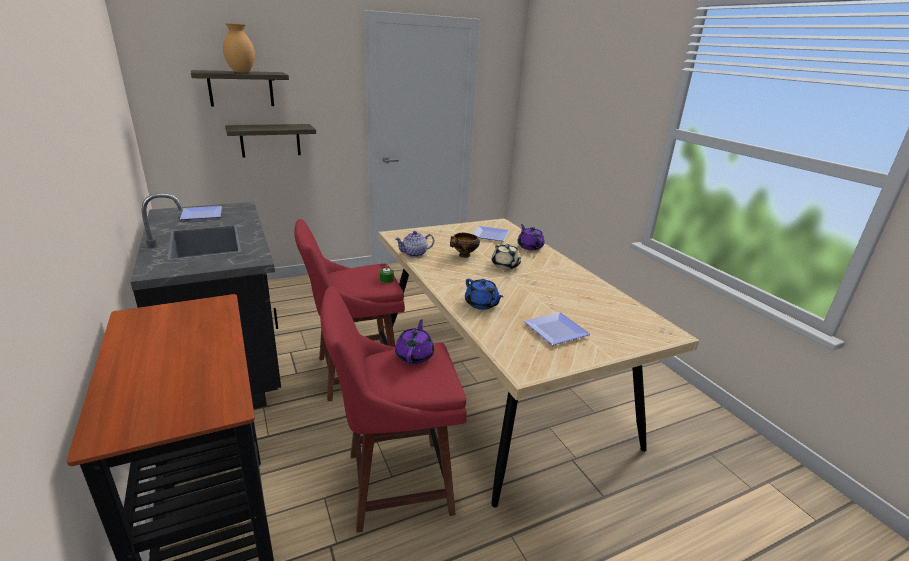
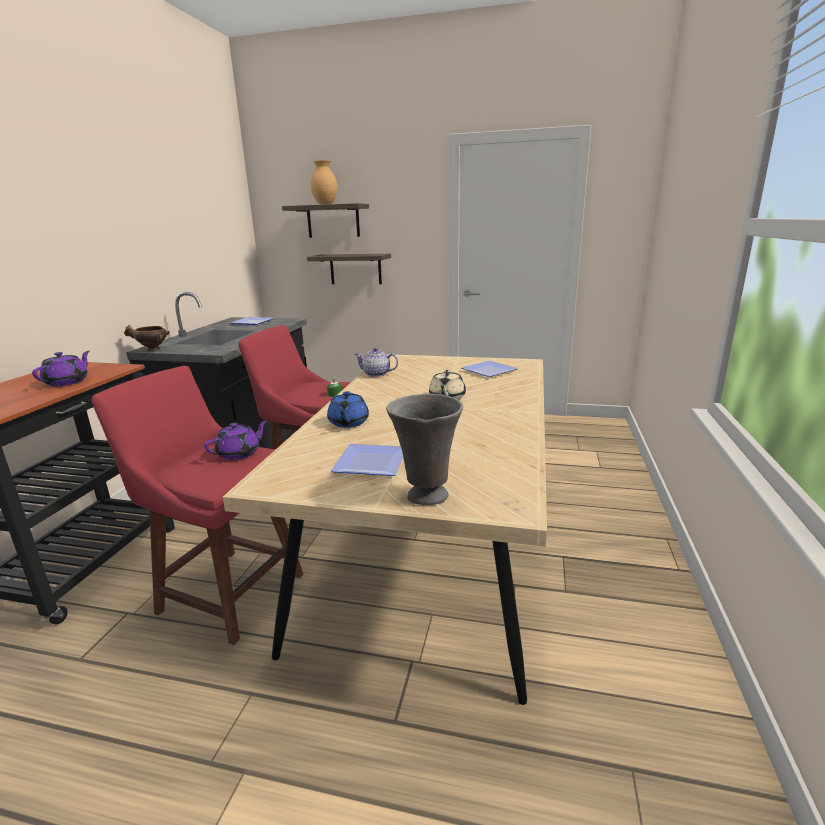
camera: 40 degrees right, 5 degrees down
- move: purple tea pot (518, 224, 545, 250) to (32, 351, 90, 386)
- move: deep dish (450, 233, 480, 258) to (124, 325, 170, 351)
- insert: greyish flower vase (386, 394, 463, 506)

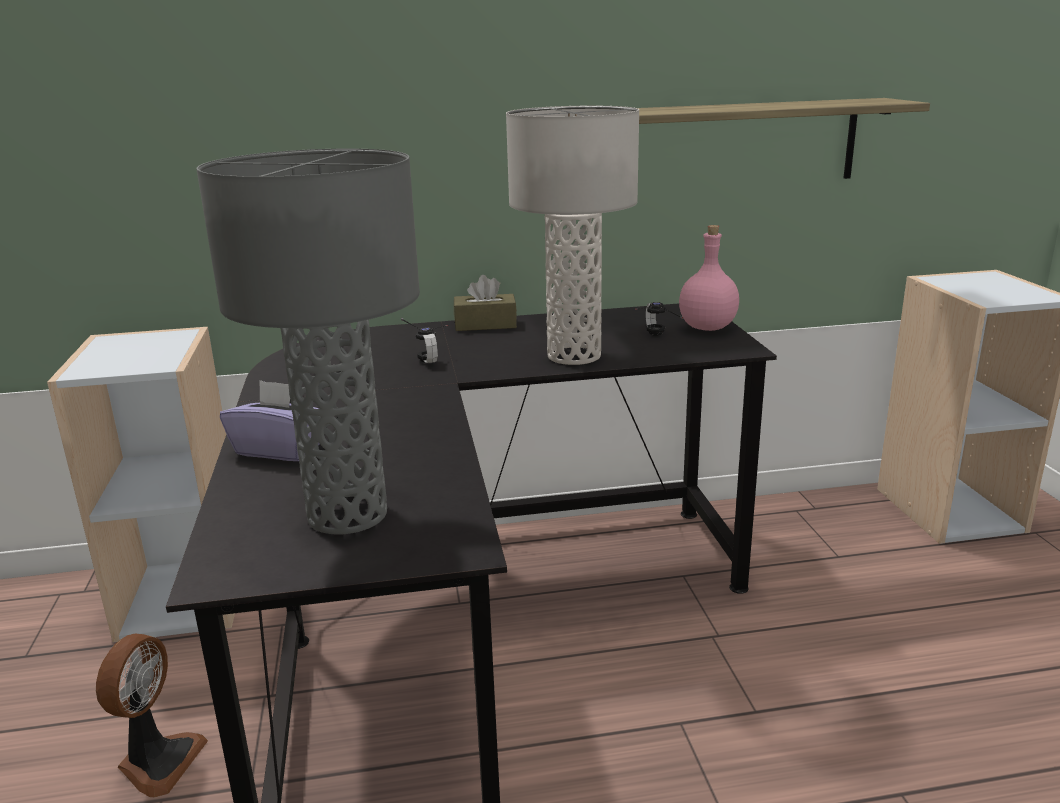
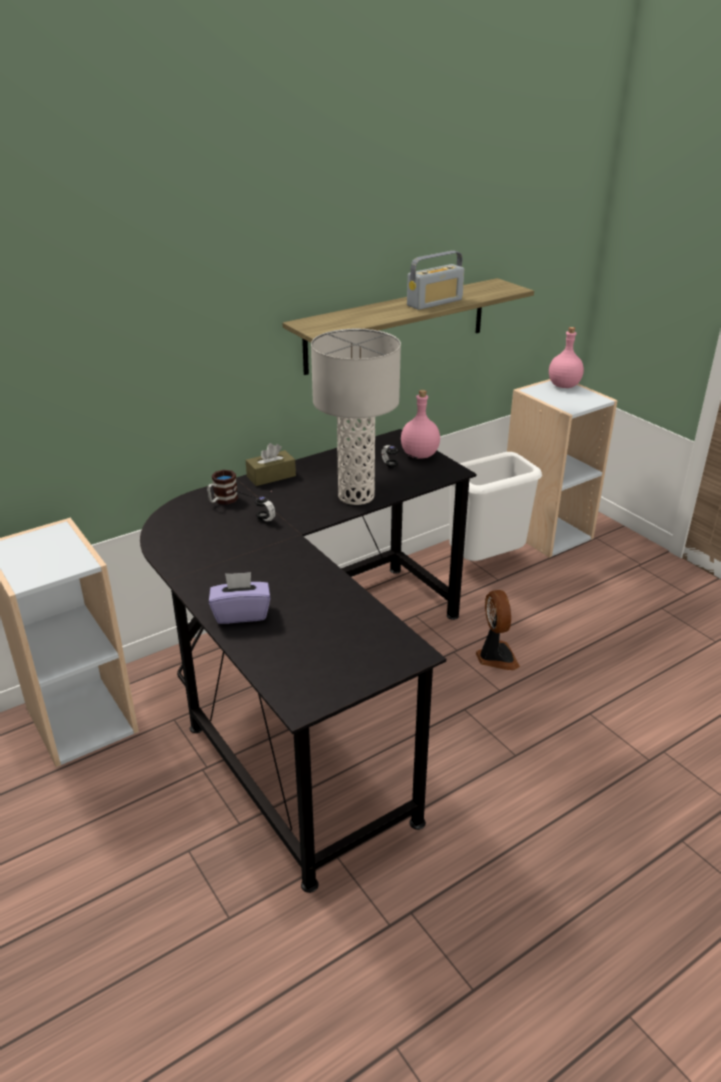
camera: 25 degrees left, 10 degrees up
- delete: greyish lamp for a table (197, 149, 420, 534)
- move: fan (96, 634, 208, 797) to (476, 590, 520, 670)
- insert: radio set (407, 251, 464, 310)
- insert: pink beverage bottle (549, 327, 584, 388)
- insert: white-coloured rubbish bin (450, 452, 542, 561)
- insert: mug (207, 470, 238, 505)

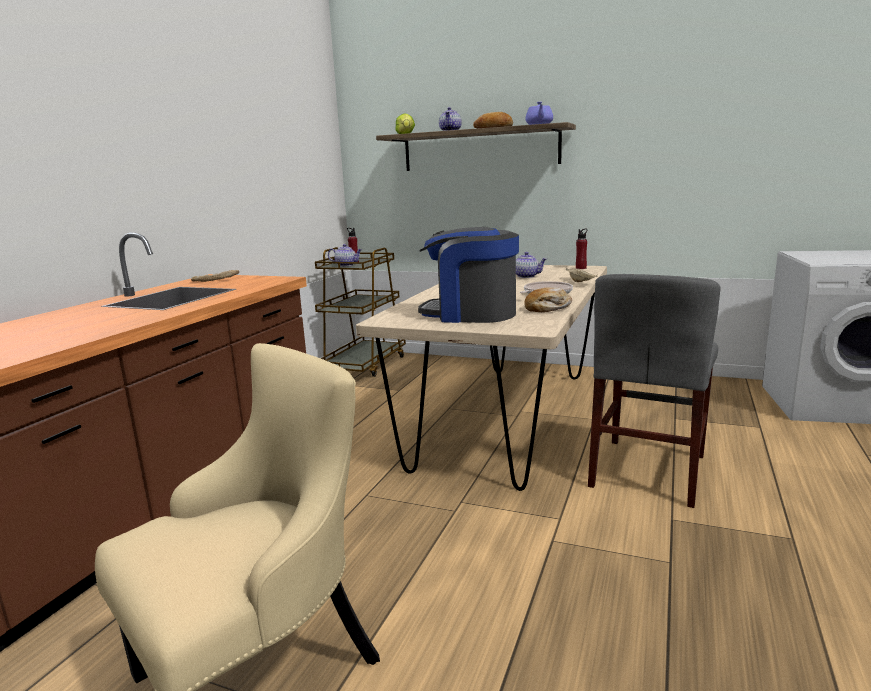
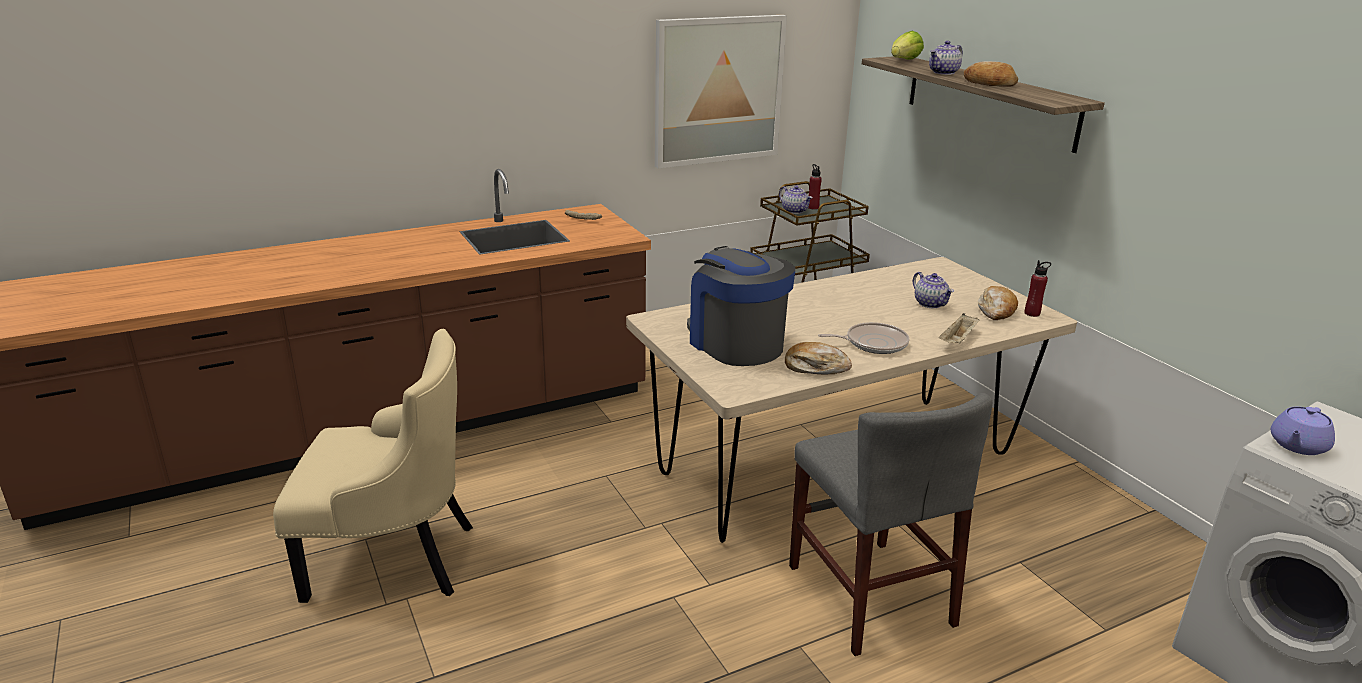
camera: 40 degrees right, 10 degrees up
- move: purple tea pot (525, 102, 553, 125) to (1271, 407, 1335, 455)
- rotate: greyish plain chair (588, 274, 721, 508) = (789, 393, 992, 656) 90 degrees counterclockwise
- insert: wall art (655, 15, 787, 169)
- insert: baked bread (978, 286, 1018, 320)

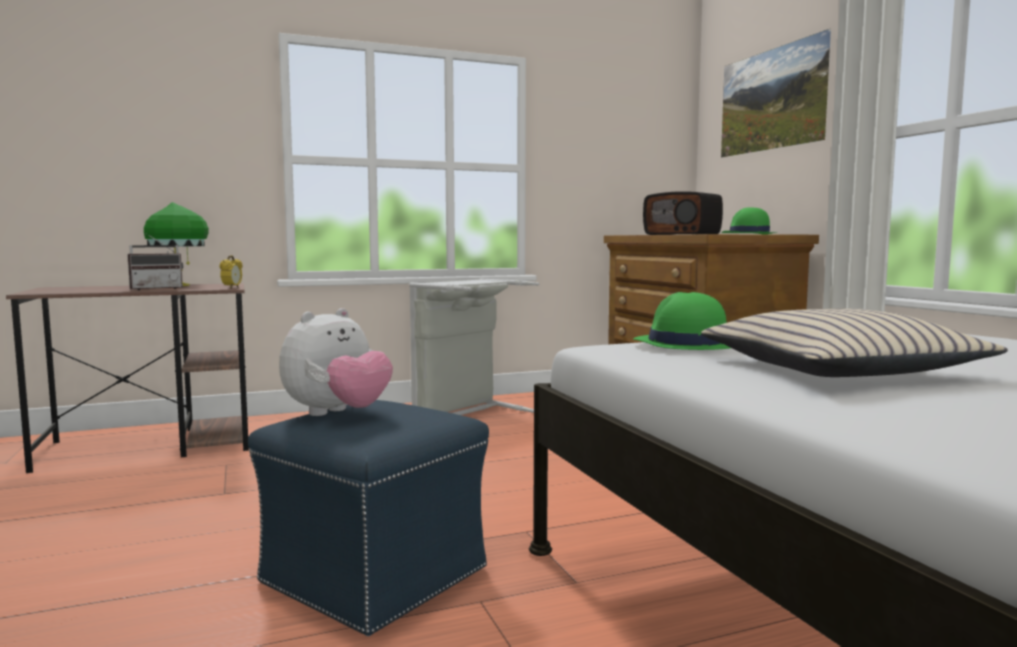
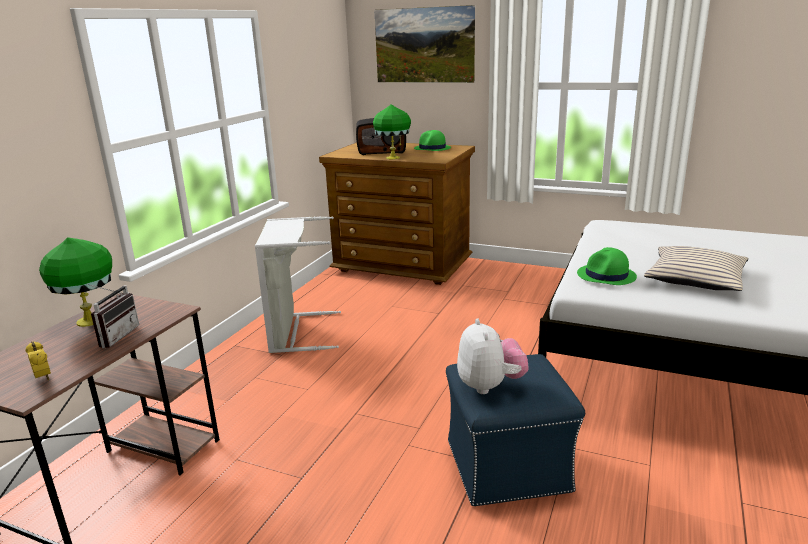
camera: 45 degrees left, 15 degrees up
- move: alarm clock (220, 255, 243, 289) to (26, 342, 51, 380)
- insert: greenish lamp for a table (373, 105, 411, 160)

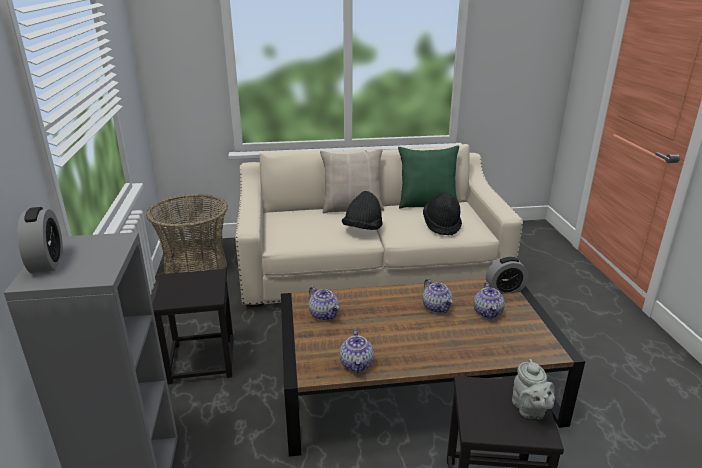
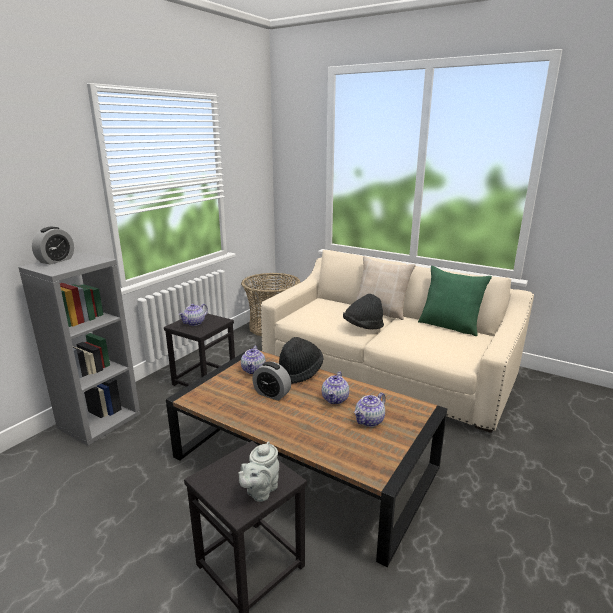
camera: 40 degrees right, 5 degrees down
- move: black wearable hat (423, 192, 462, 235) to (279, 337, 324, 384)
- move: alarm clock (486, 257, 528, 294) to (252, 362, 291, 401)
- move: tea pot (340, 329, 374, 373) to (179, 304, 208, 326)

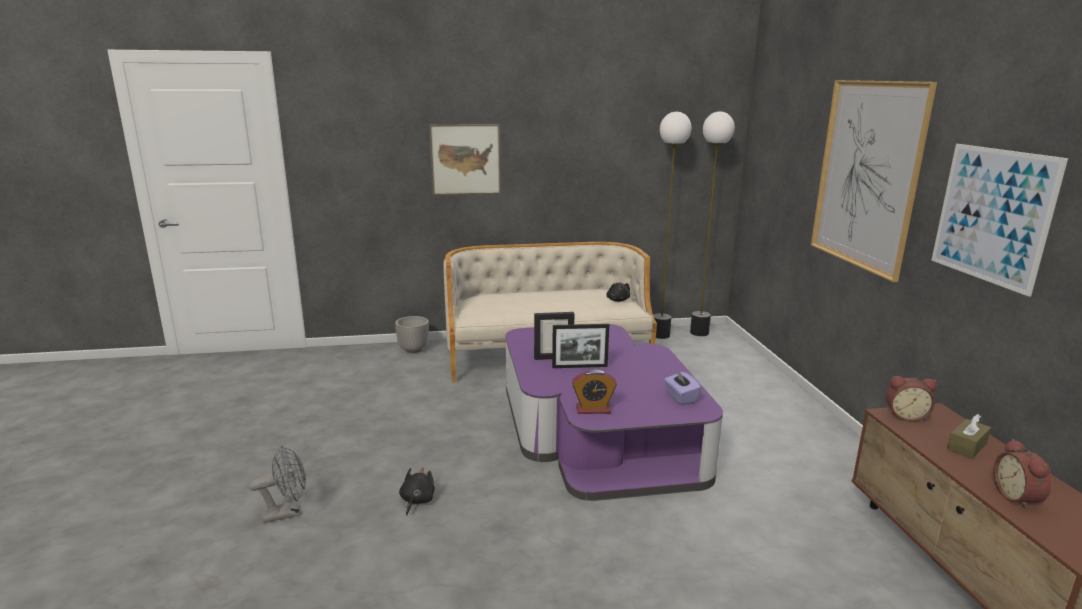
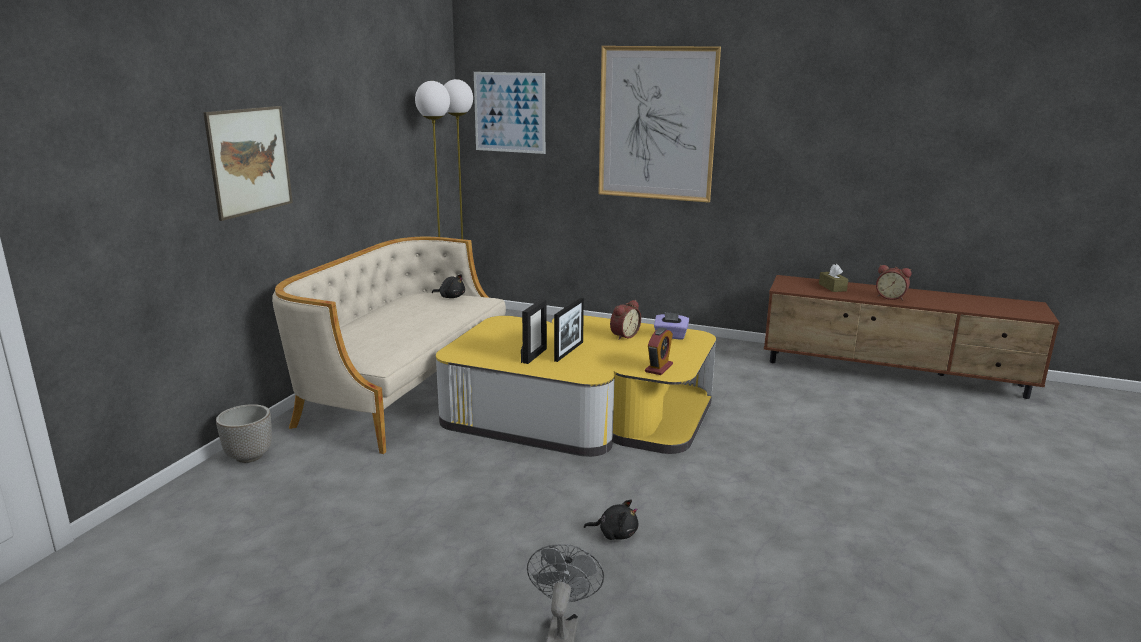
camera: 60 degrees left, 0 degrees up
- move: wall art (932, 144, 1068, 296) to (474, 72, 545, 154)
- recolor: purple coffee table (505, 324, 723, 501) to yellow coffee table (436, 315, 716, 457)
- move: alarm clock (886, 376, 937, 422) to (610, 300, 641, 340)
- rotate: black soft toy (399, 467, 435, 516) = (584, 499, 639, 540) 150 degrees clockwise

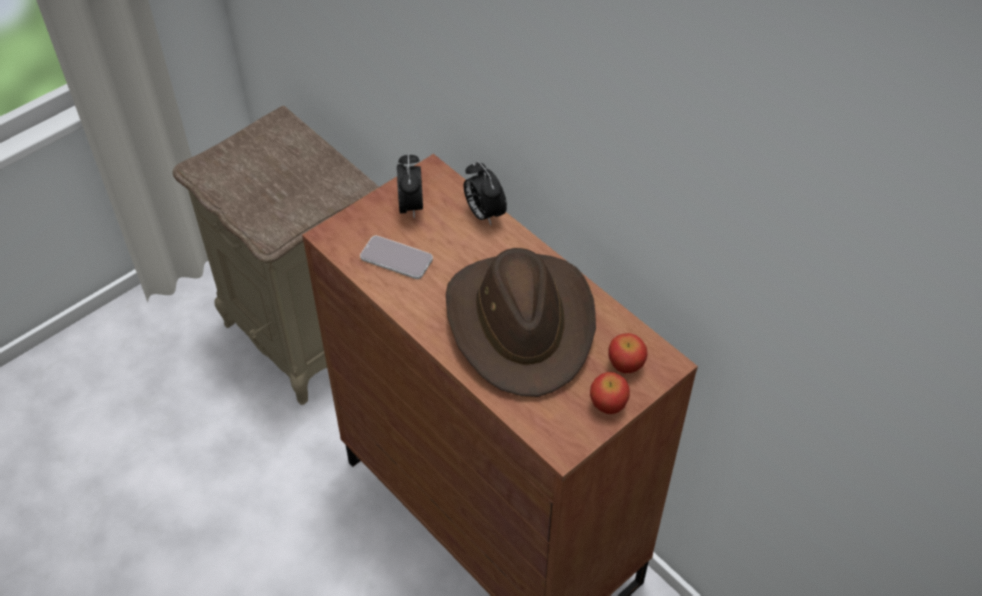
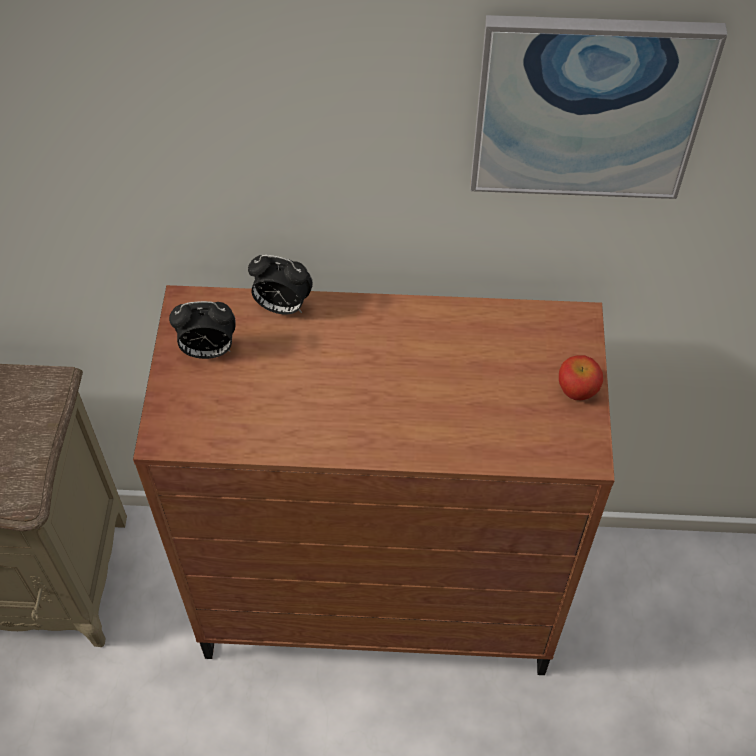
camera: 45 degrees left, 5 degrees up
- rotate: alarm clock (397, 153, 423, 219) = (169, 301, 235, 359) 135 degrees clockwise
- delete: telephone (360, 236, 433, 279)
- delete: brown-coloured wearable hat (446, 248, 596, 397)
- delete: apple (608, 333, 648, 373)
- insert: wall art (471, 15, 727, 199)

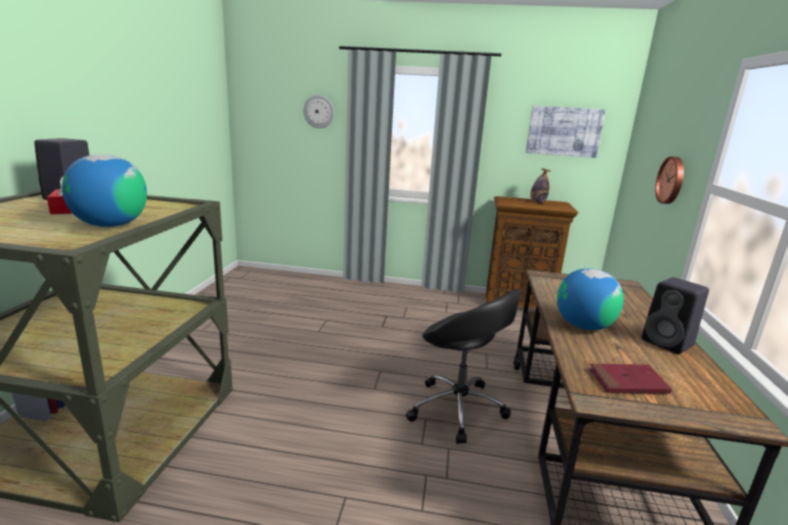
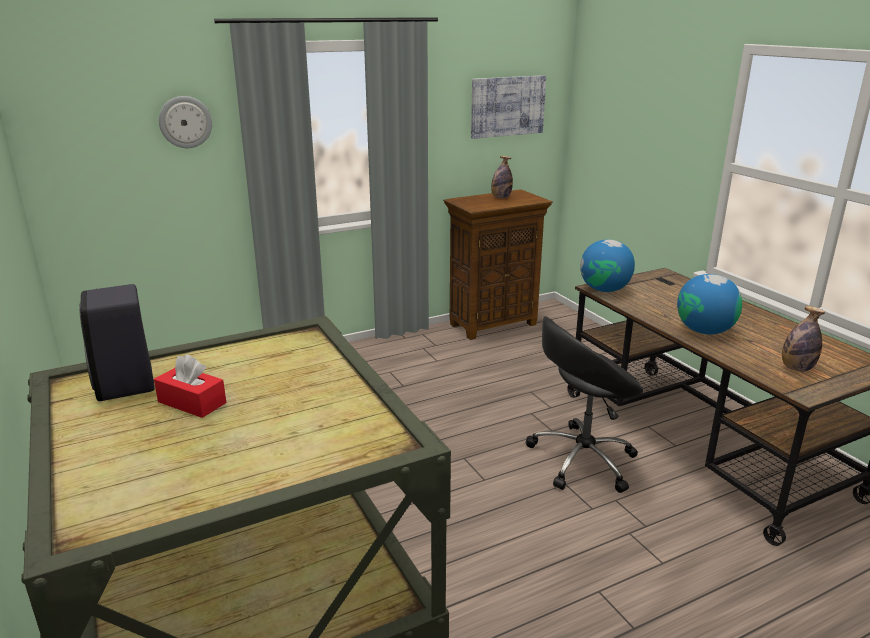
camera: 35 degrees left, 5 degrees up
- move: desk globe (62, 154, 147, 227) to (580, 239, 635, 292)
- delete: hanging clock (655, 156, 684, 204)
- delete: black audio speaker (642, 277, 709, 354)
- rotate: black office chair (406, 289, 520, 444) = (526, 316, 643, 493) 150 degrees clockwise
- replace: reddish volume (589, 364, 672, 394) to beverage bottle (782, 306, 825, 372)

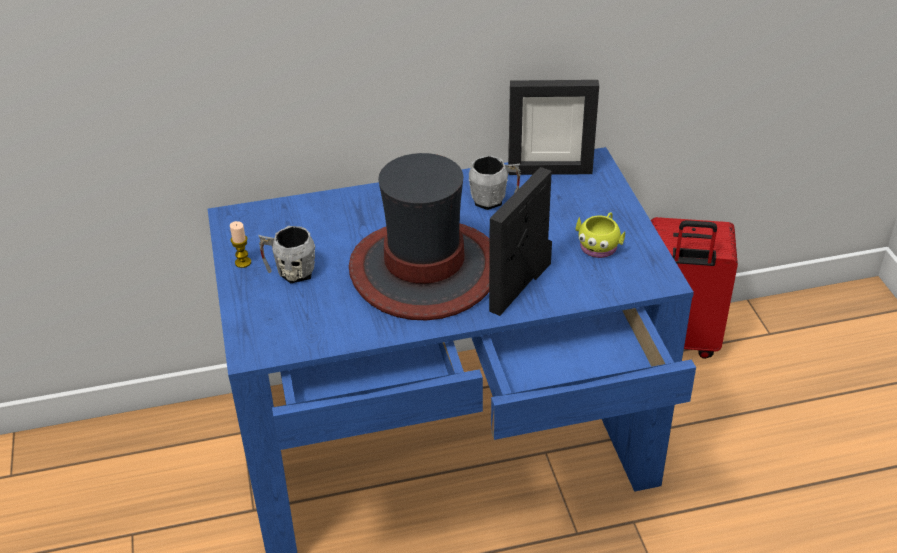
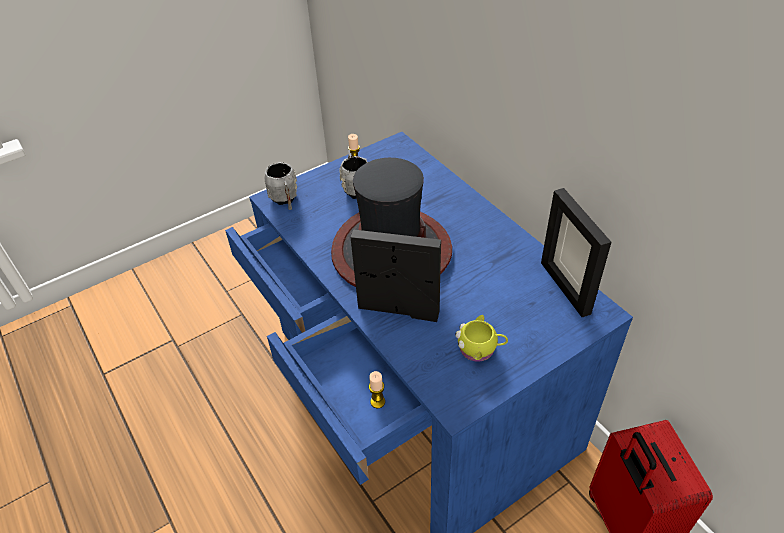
camera: 70 degrees right, 5 degrees up
- move: greyish mug (469, 156, 521, 210) to (265, 162, 298, 210)
- insert: wax candle (369, 371, 385, 408)

